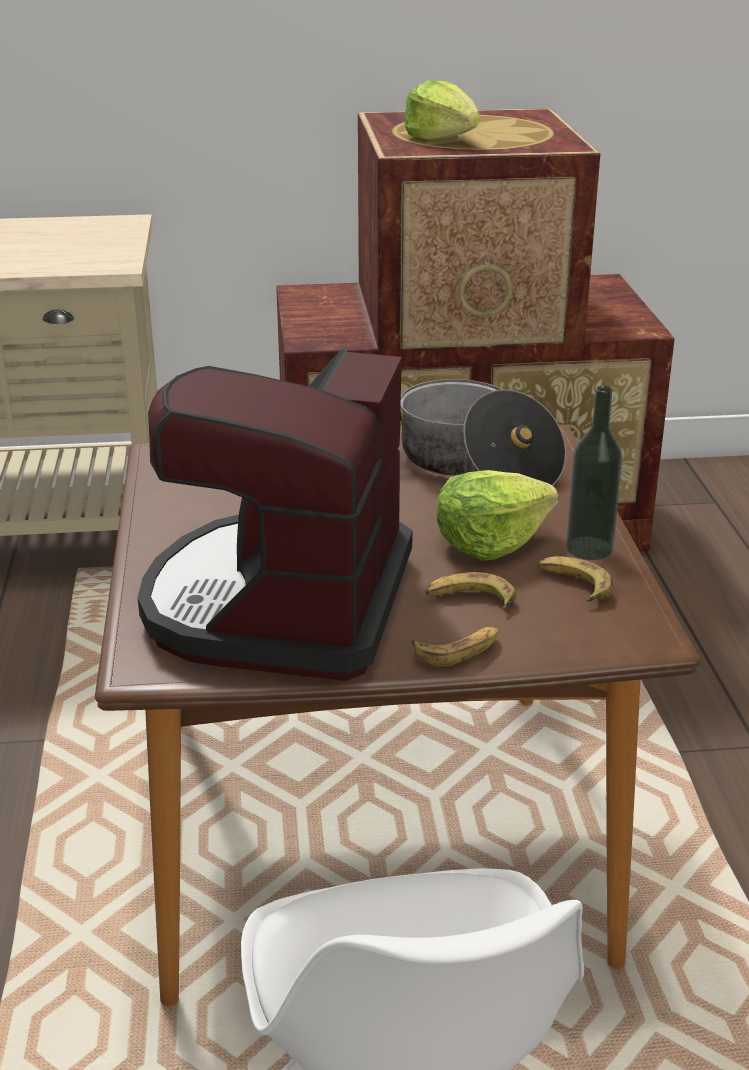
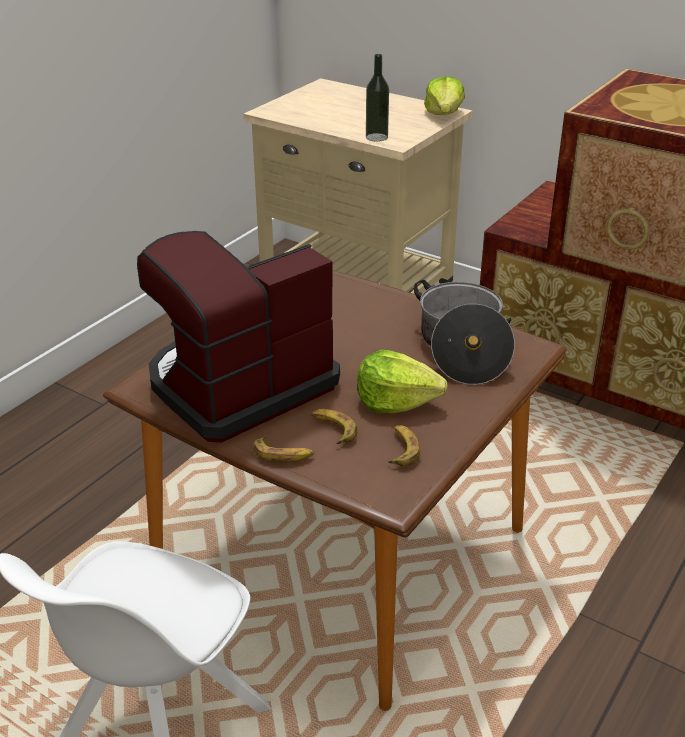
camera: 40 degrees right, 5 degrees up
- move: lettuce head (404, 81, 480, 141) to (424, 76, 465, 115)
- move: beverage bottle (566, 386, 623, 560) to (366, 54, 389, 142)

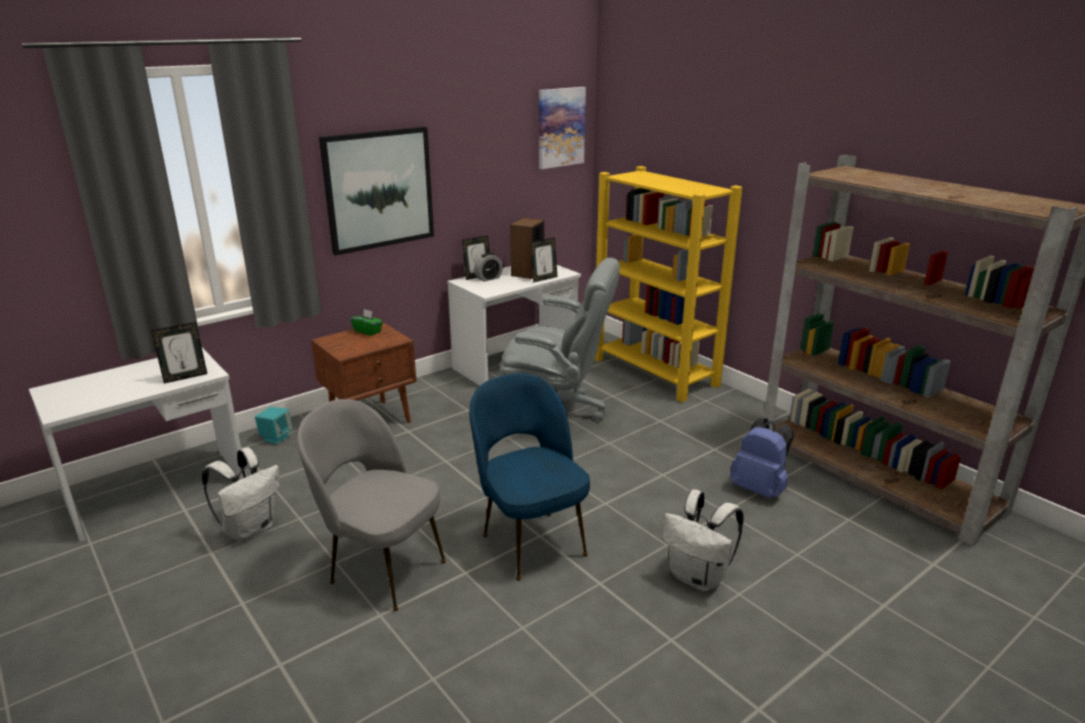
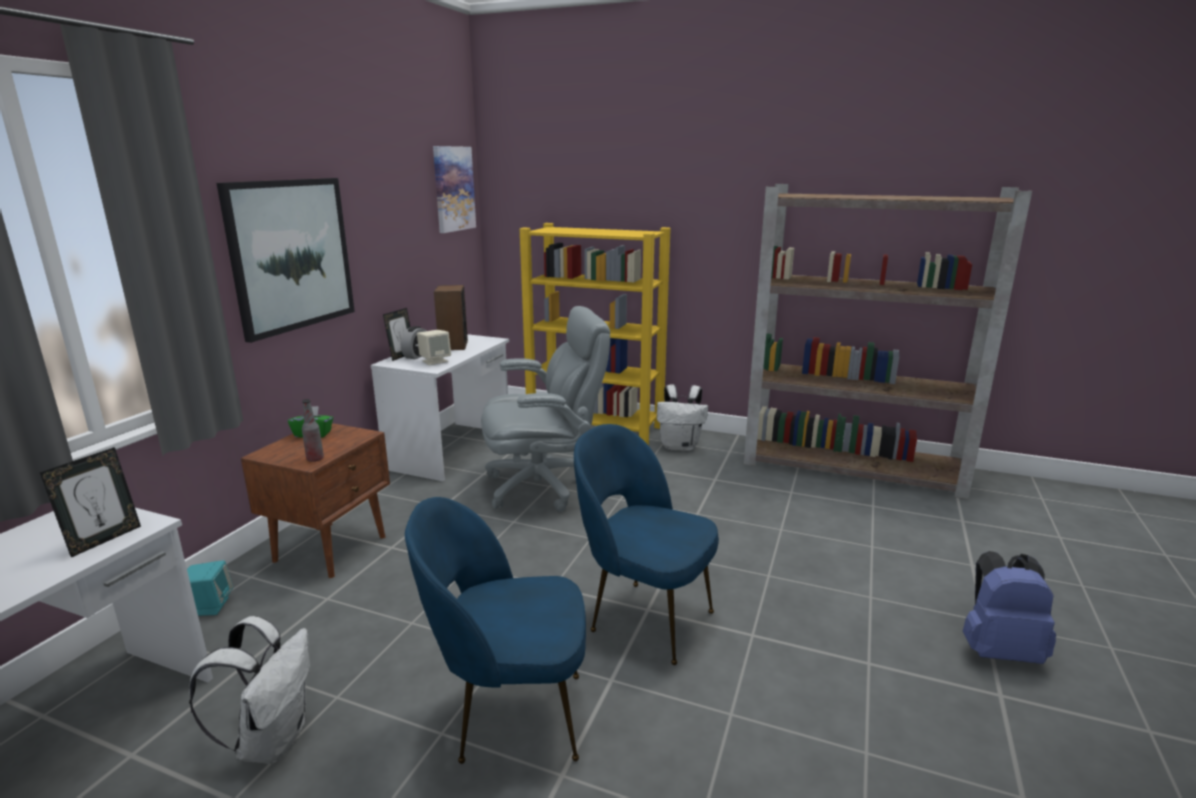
camera: 30 degrees left, 5 degrees down
- delete: standing frame (530, 237, 558, 282)
- recolor: greyish plain chair (297, 399, 446, 611) to bluish plain chair (405, 497, 586, 764)
- move: bluish knapsack (730, 418, 794, 499) to (963, 551, 1056, 664)
- move: white-coloured knapsack (662, 489, 744, 591) to (657, 384, 708, 451)
- insert: sand-coloured audio speaker (417, 330, 451, 365)
- insert: beverage bottle (302, 399, 324, 462)

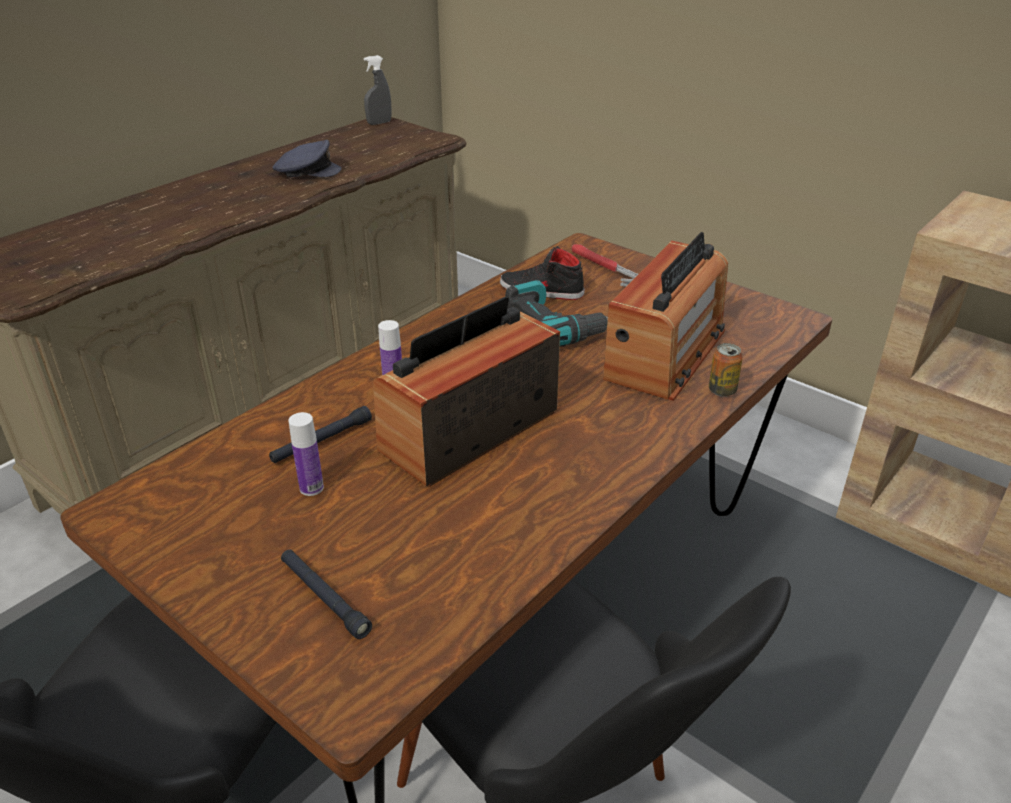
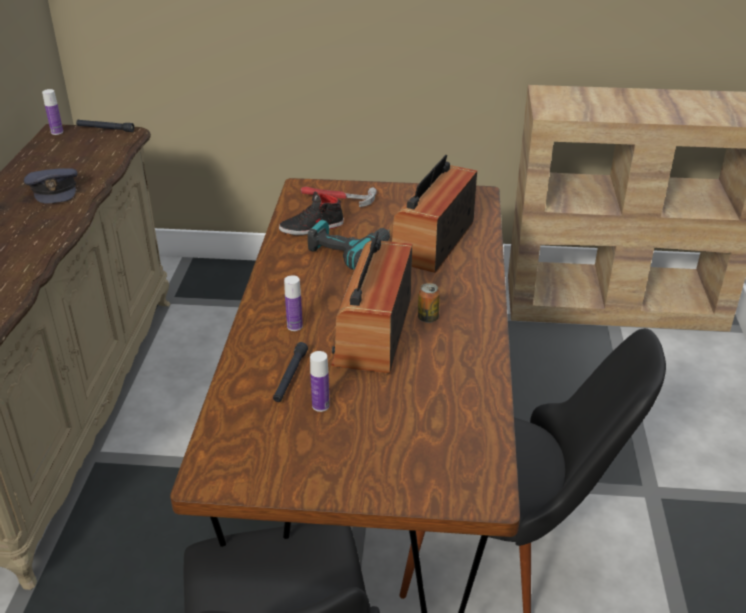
camera: 35 degrees left, 0 degrees up
- replace: greyish hand sprayer (364, 55, 392, 125) to beverage bottle (42, 89, 63, 135)
- rotate: greyish cap (272, 140, 342, 177) = (24, 168, 77, 204) 105 degrees clockwise
- rotate: radio set (603, 232, 728, 401) = (392, 155, 477, 273) 150 degrees counterclockwise
- move: sealed can (709, 343, 743, 397) to (418, 283, 440, 323)
- move: black hand torch (281, 549, 372, 639) to (76, 120, 134, 132)

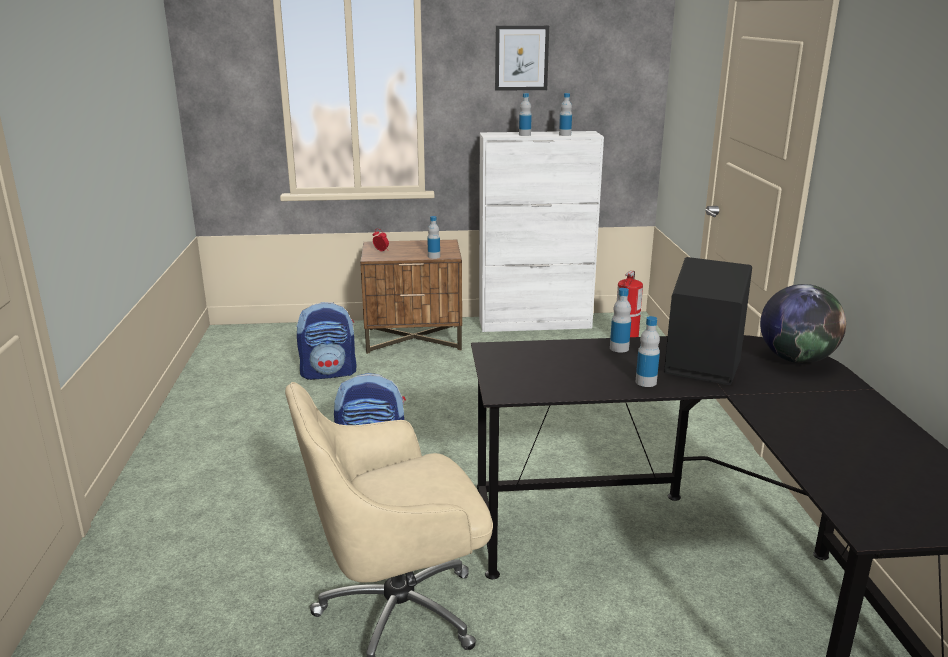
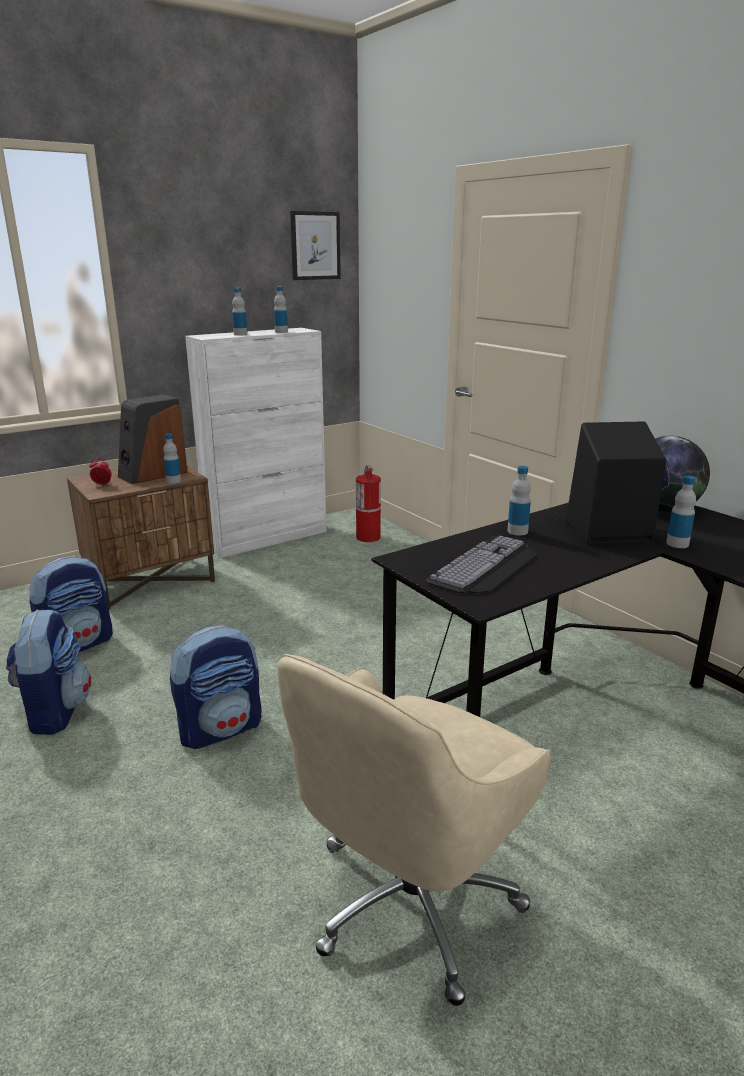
camera: 30 degrees left, 0 degrees up
- move: wall art (495, 26, 549, 91) to (290, 211, 341, 280)
- move: beverage bottle (636, 316, 660, 387) to (666, 476, 696, 548)
- insert: audio speaker (118, 394, 188, 484)
- insert: computer keyboard (426, 536, 536, 594)
- insert: knapsack (6, 610, 91, 735)

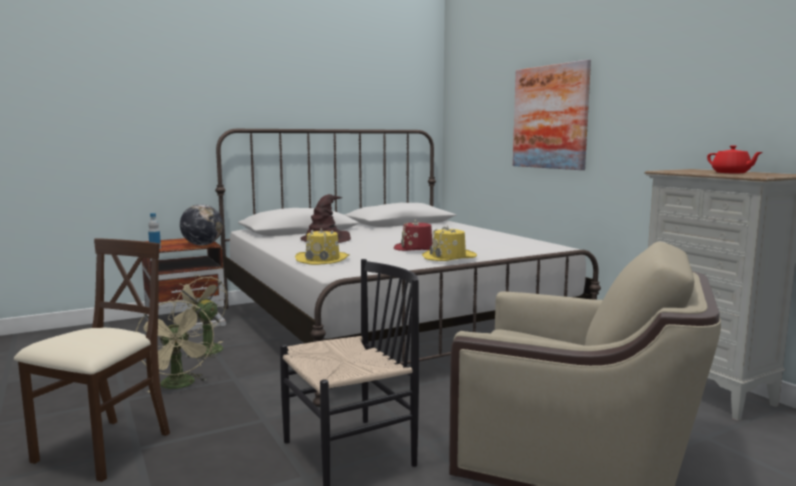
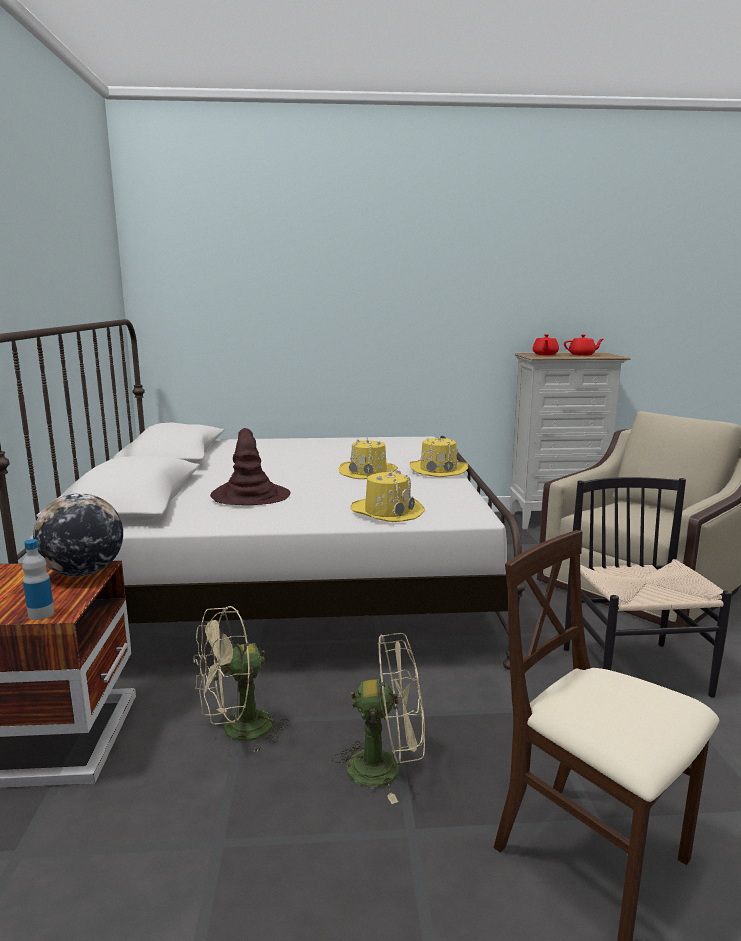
camera: 65 degrees left, 5 degrees up
- delete: wall art (513, 60, 591, 170)
- recolor: reddish wearable hat (394, 219, 432, 251) to yellow wearable hat (339, 437, 398, 479)
- insert: reddish tea pot (533, 334, 559, 355)

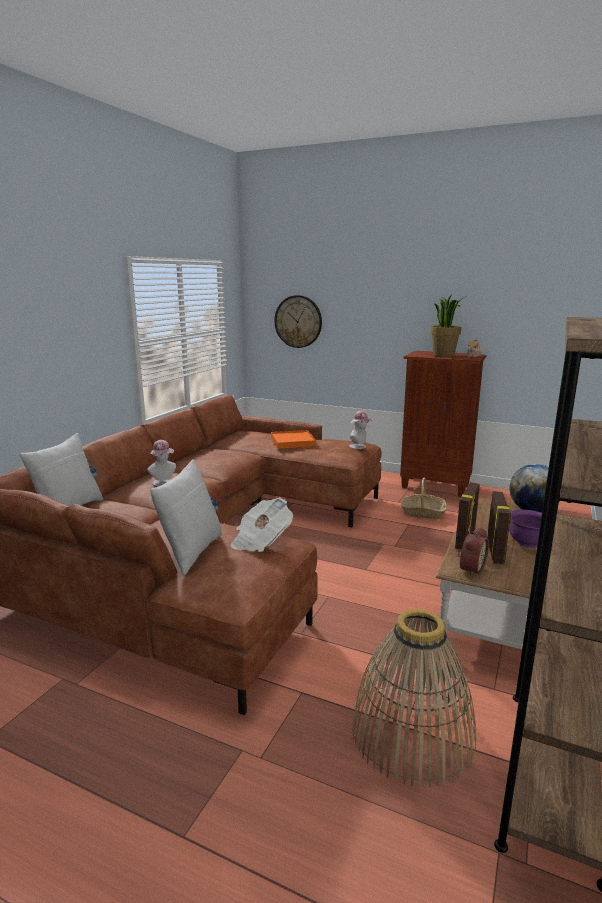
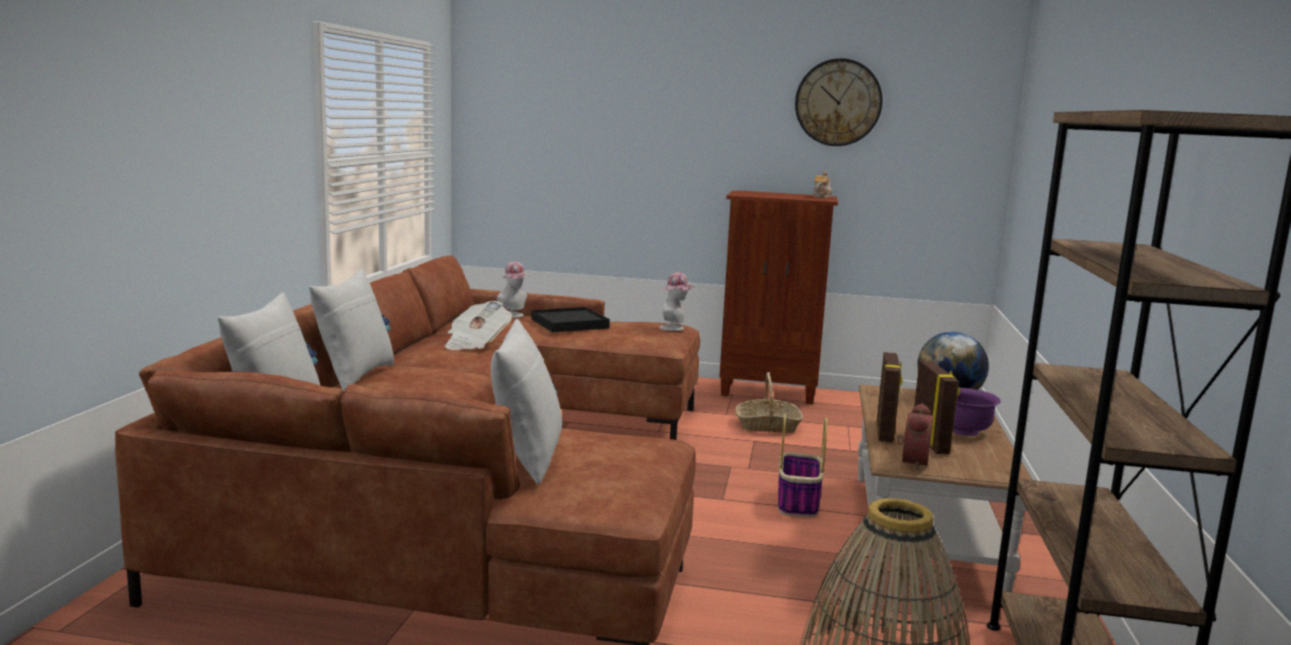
camera: 15 degrees left, 5 degrees down
- move: hanging clock (274, 295, 322, 348) to (795, 58, 883, 146)
- delete: plant in a pot (430, 295, 467, 357)
- recolor: orange serving tray (271, 430, 316, 449) to black serving tray (531, 307, 610, 332)
- move: wearable hat (147, 440, 176, 486) to (497, 262, 530, 318)
- move: newspaper (231, 498, 293, 552) to (445, 301, 512, 350)
- insert: greyish throw pillow (309, 269, 394, 392)
- insert: household basket (778, 413, 827, 517)

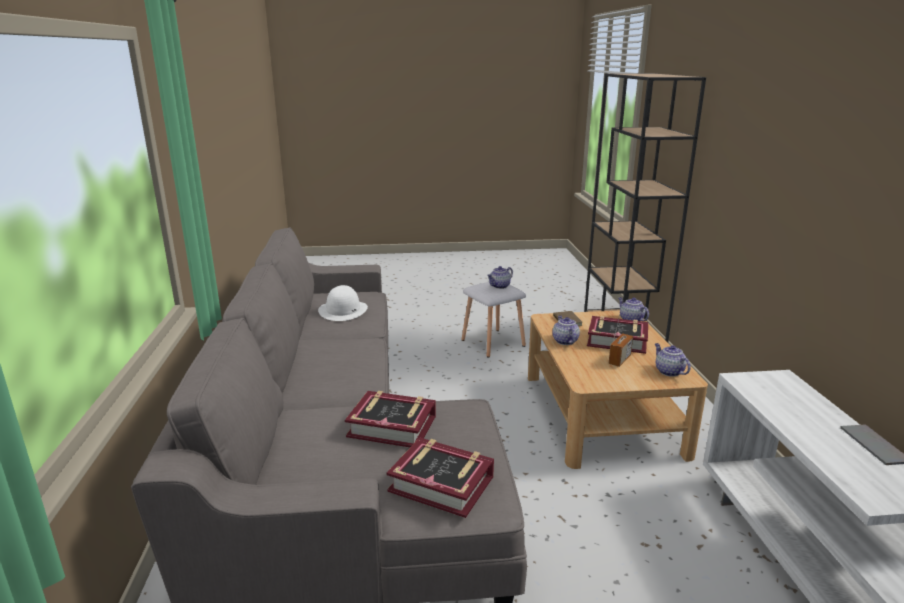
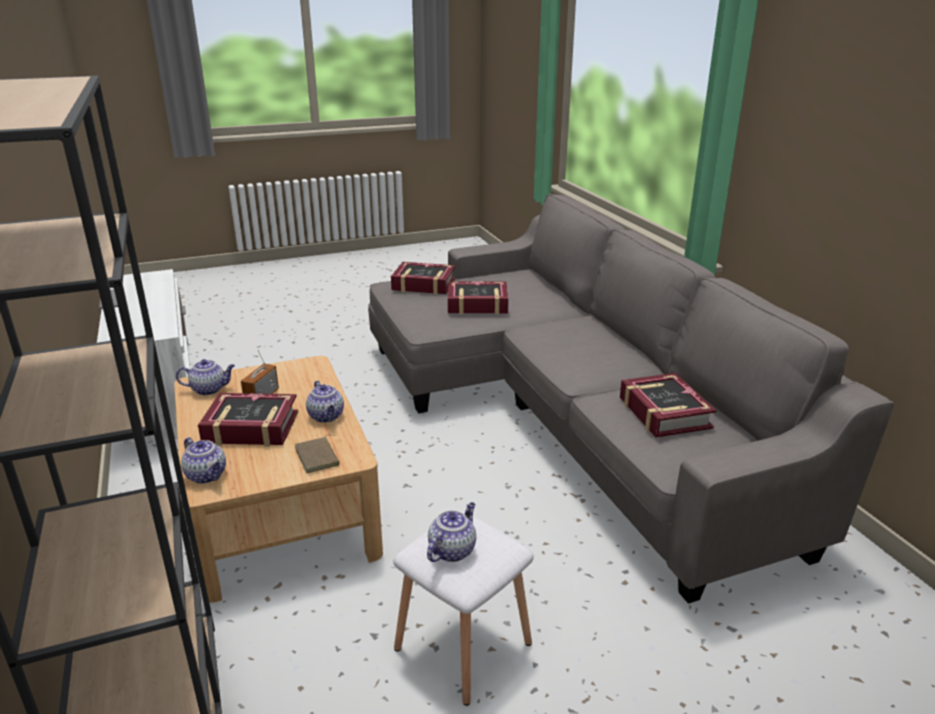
camera: 165 degrees right, 5 degrees up
- replace: white-coloured wearable hat (318, 285, 368, 321) to volume (620, 373, 717, 437)
- rotate: tea pot (655, 343, 691, 377) = (176, 359, 235, 395) 60 degrees counterclockwise

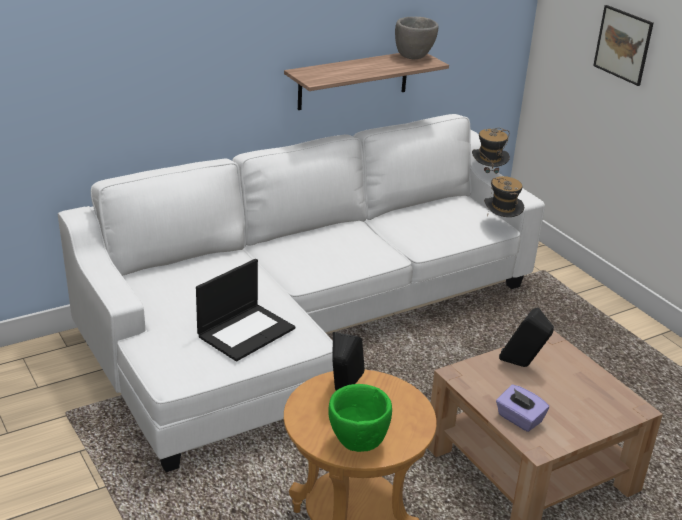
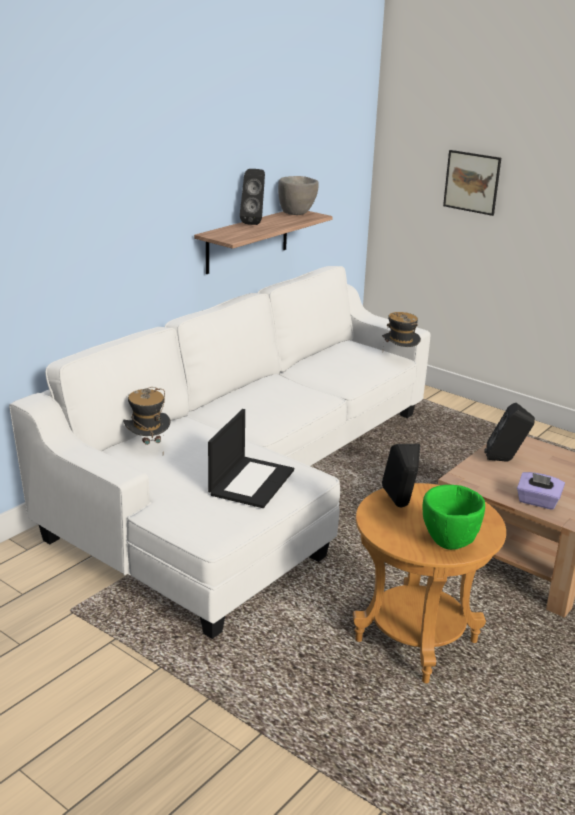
camera: 20 degrees left, 5 degrees down
- move: wearable hat (472, 128, 510, 174) to (123, 387, 171, 445)
- insert: black audio speaker (240, 169, 265, 225)

